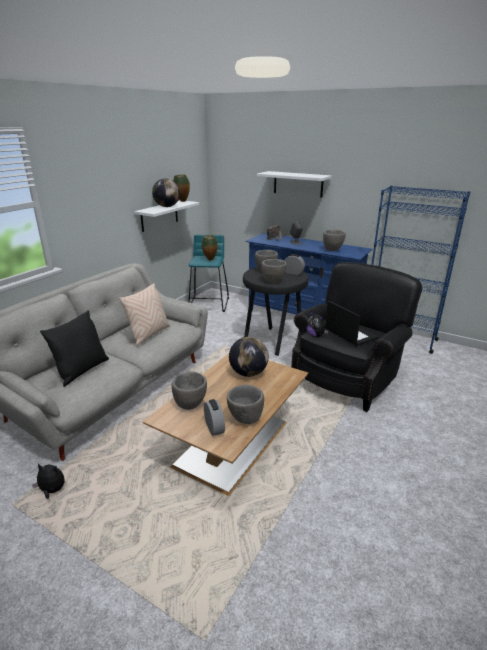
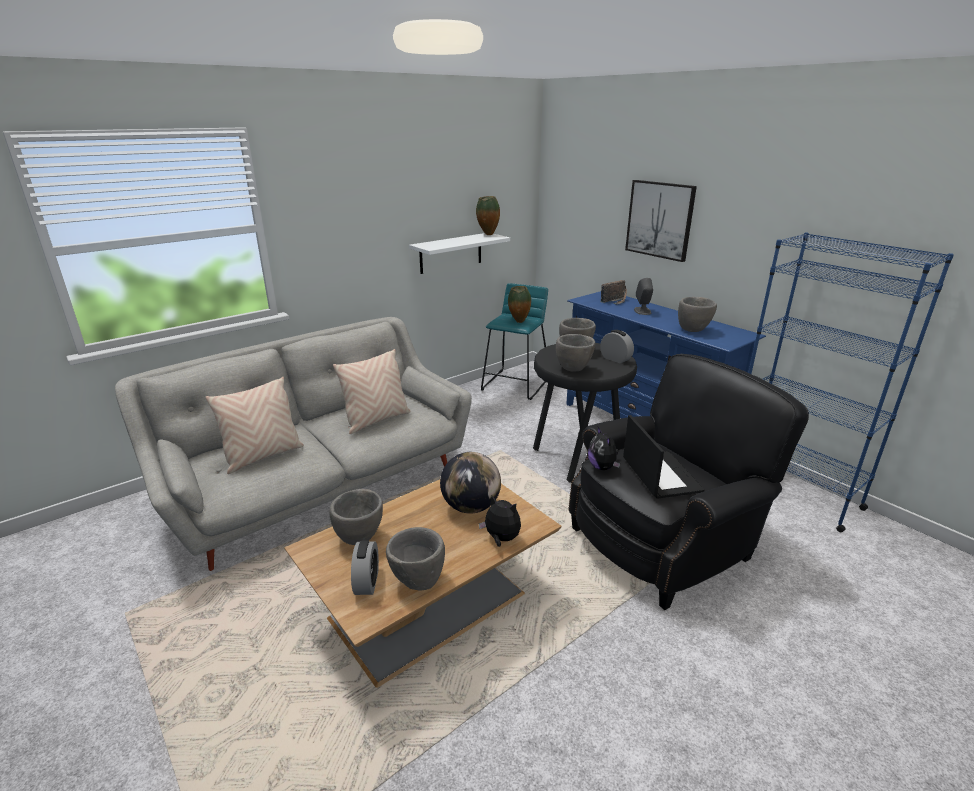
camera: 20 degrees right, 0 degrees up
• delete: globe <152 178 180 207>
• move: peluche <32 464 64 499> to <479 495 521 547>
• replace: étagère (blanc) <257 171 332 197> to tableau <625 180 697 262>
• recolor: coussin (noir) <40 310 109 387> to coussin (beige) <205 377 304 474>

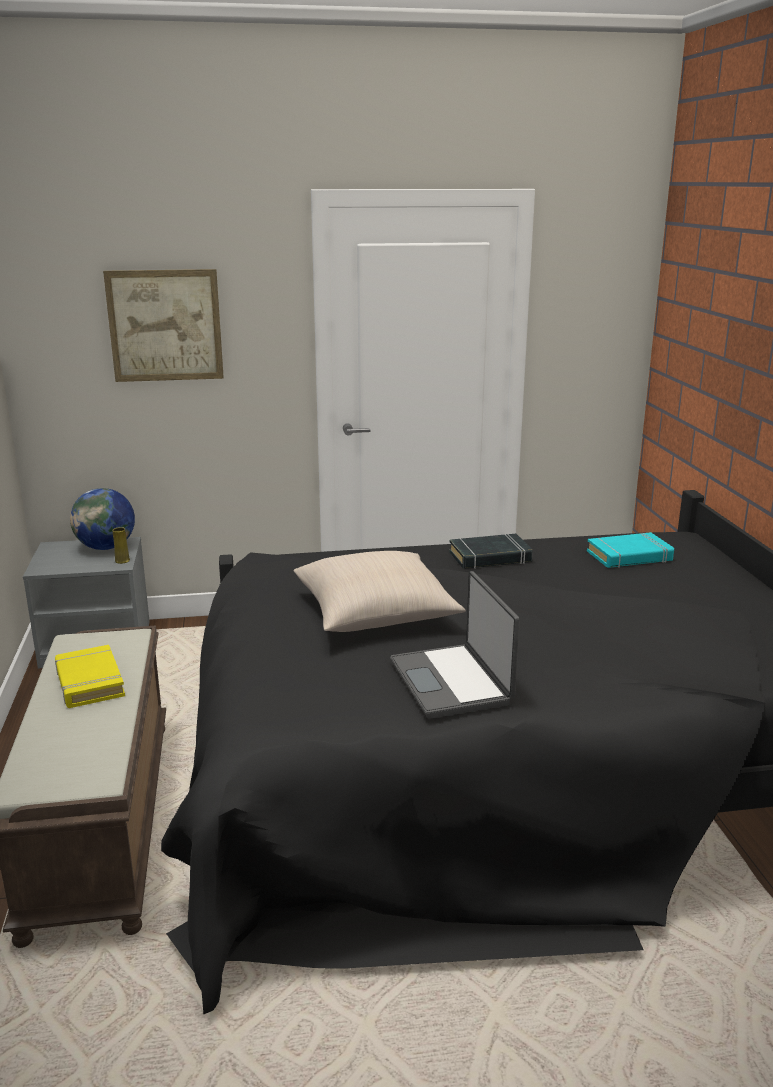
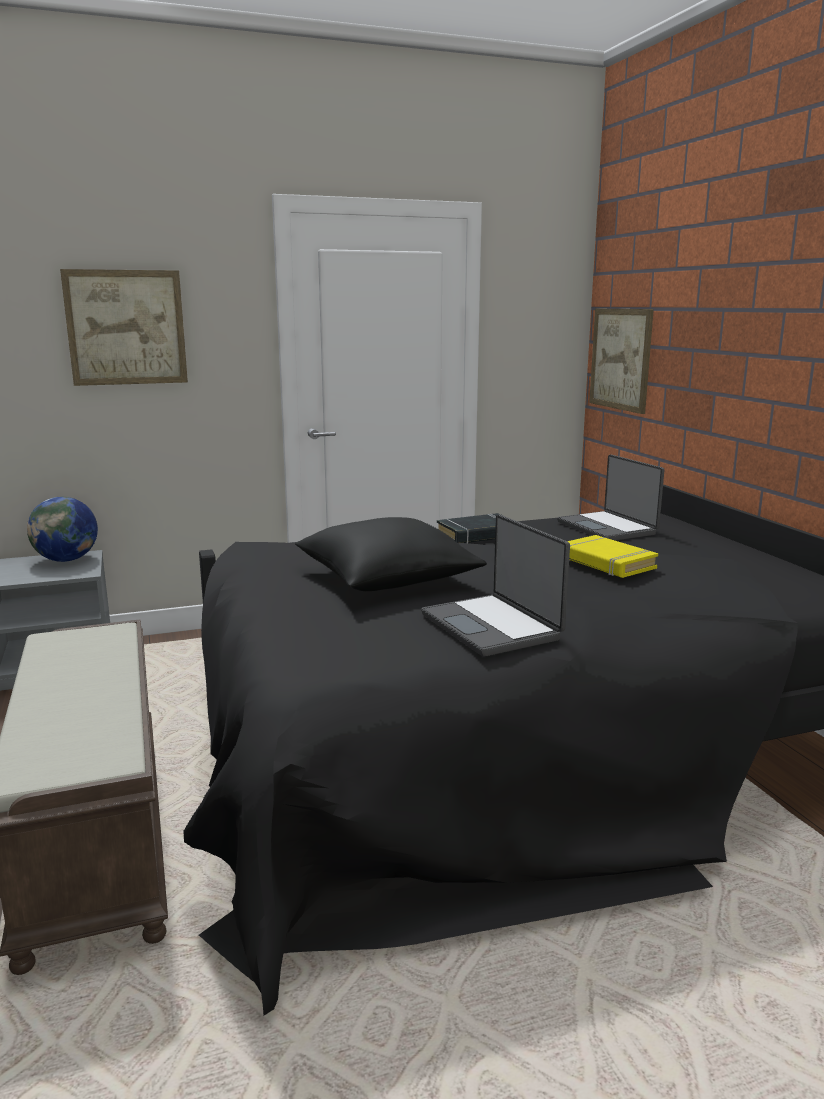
camera: 10 degrees left, 5 degrees down
• delete: vase (jaune) <112 527 130 564>
• insert: tableau <589 309 654 414>
• move: livre (jaune) <55 645 125 708> to <567 535 658 578>
• replace: livre (turquoise) <587 532 674 568> to ordinateur portable <557 454 664 541>
• recolor: coussin (beige) <294 551 466 632> to coussin (noir) <295 517 487 591>

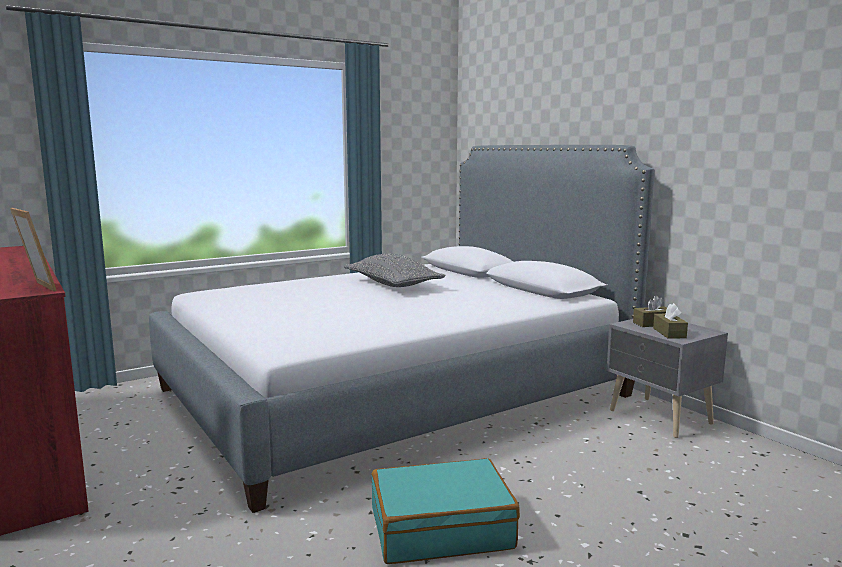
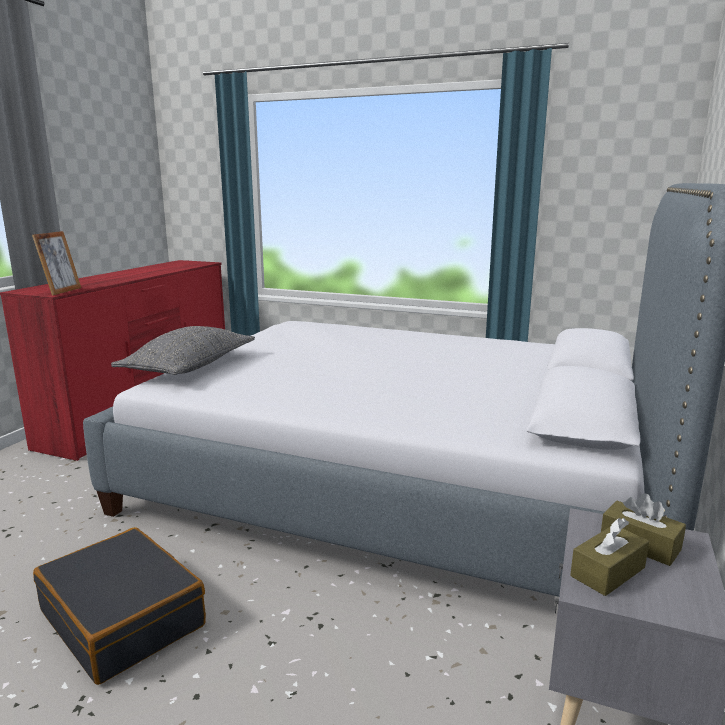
camera: 55 degrees right, 5 degrees up
• move: coussin (gris) <344 253 446 287> to <111 326 255 375>
• recolor: valise (turquoise) <372 458 520 564> to valise (noir) <33 527 206 685>

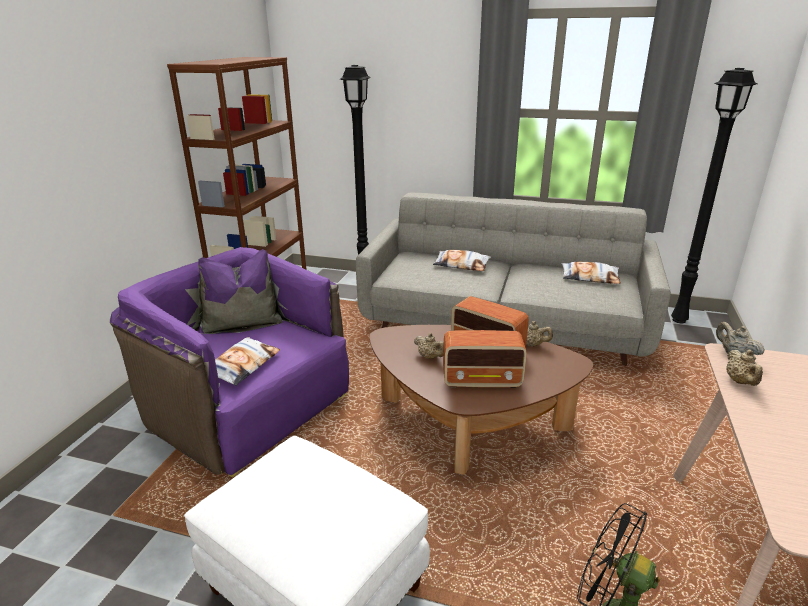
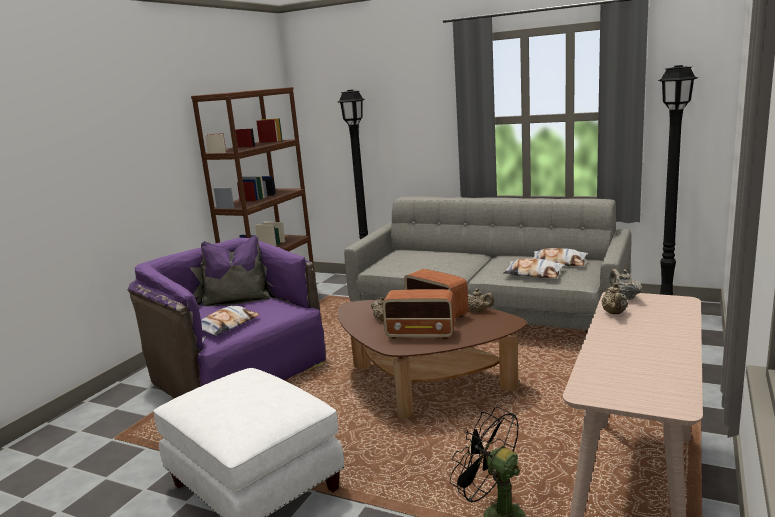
camera: 10 degrees right, 10 degrees down
• move: coussin <433 250 491 271> to <503 258 565 278>

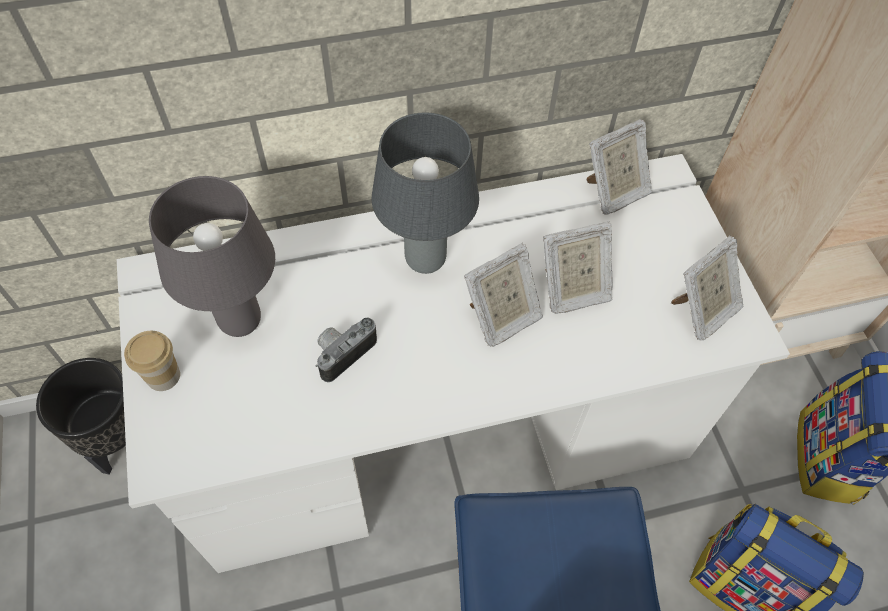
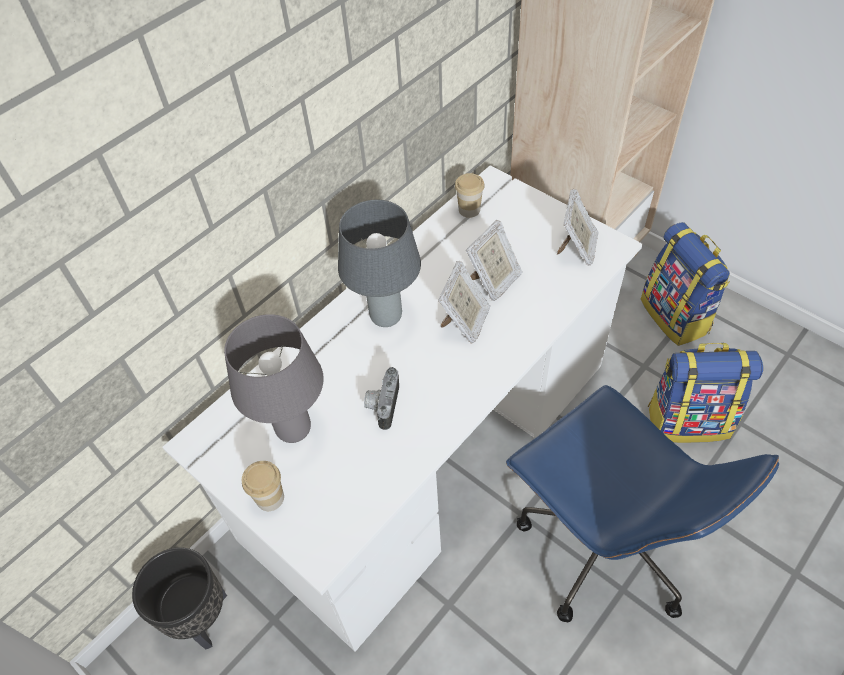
camera: 30 degrees left, 5 degrees down
• replace: cadre photo <587 119 652 215> to tasse <455 173 485 218>

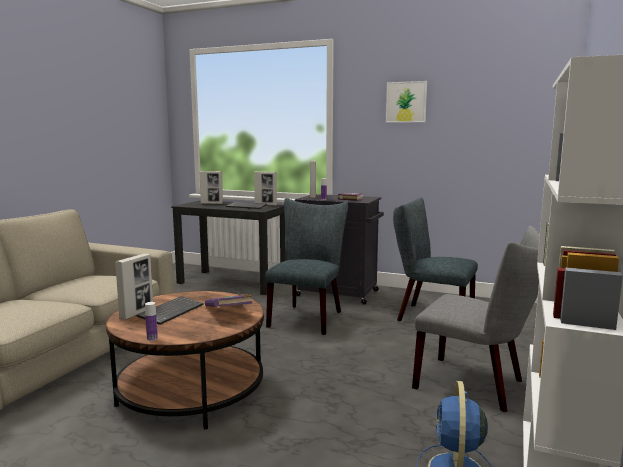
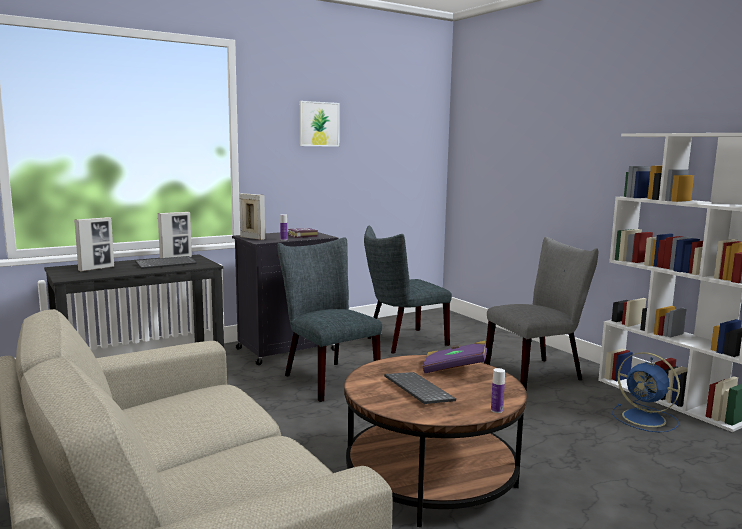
camera: 55 degrees left, 0 degrees up
• delete: cadre photo <115 253 153 320>

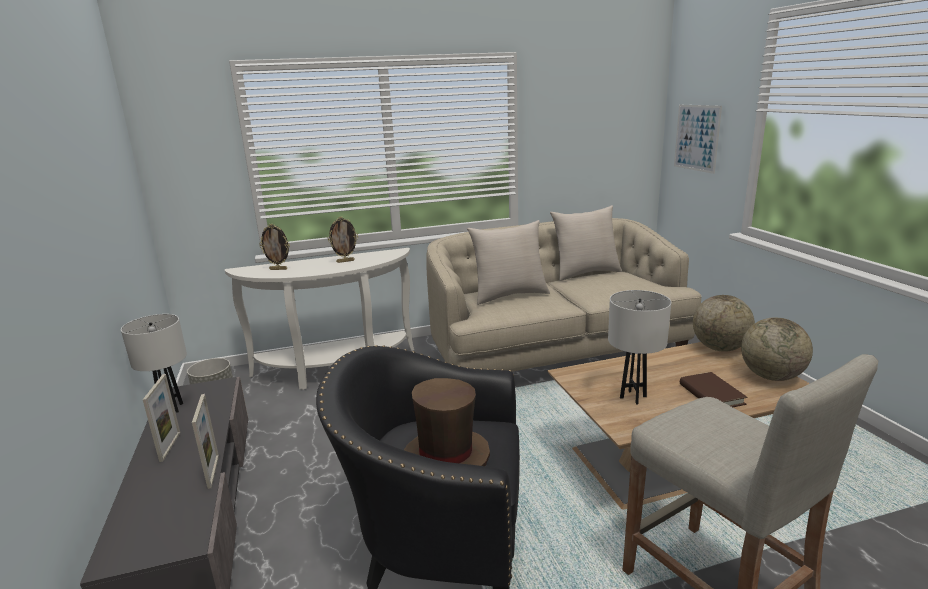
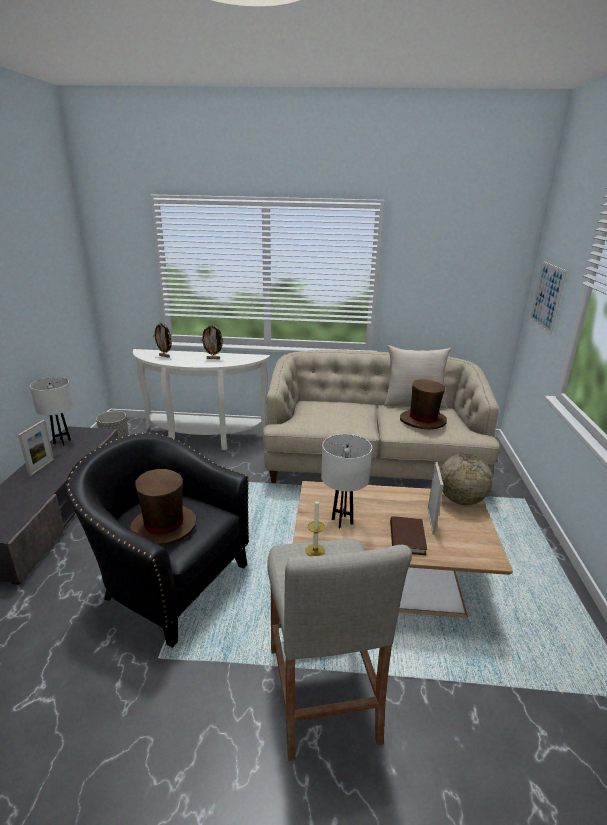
camera: 20 degrees right, 5 degrees up
• delete: coussin (beige) <467 220 550 305>
• delete: globe <741 317 813 381>
• insert: bougie <306 499 325 556>
• insert: chapeau (marron) <400 379 447 430>
• move: cadre photo <192 394 219 489> to <428 462 443 535>

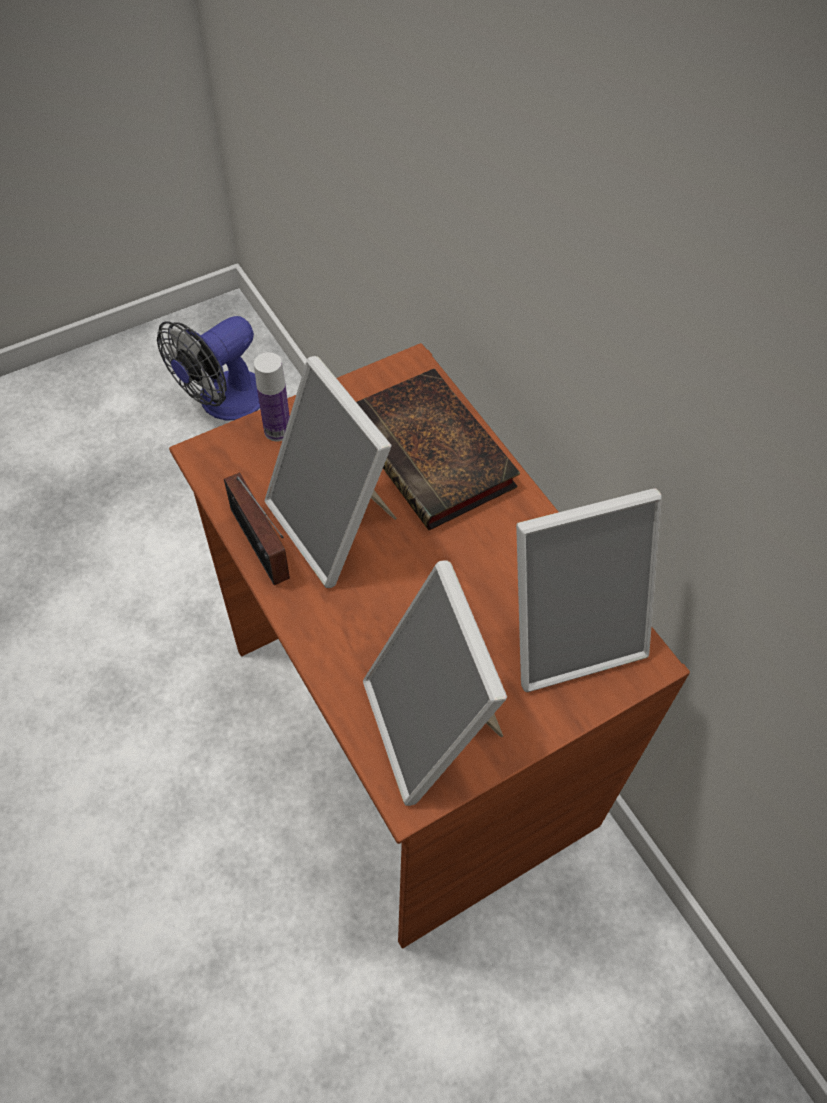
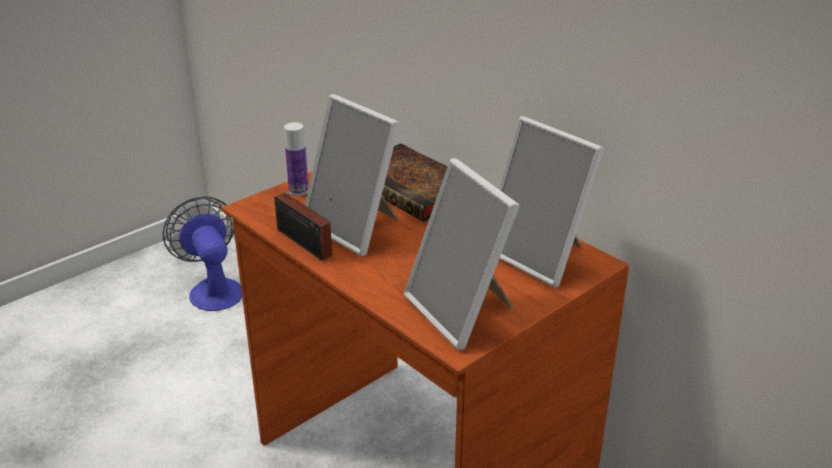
camera: 10 degrees left, 25 degrees down
• rotate: ventilateur <157 316 260 421> = <162 196 242 311> 120 degrees clockwise
• rotate: cadre photo <516 488 662 692> = <499 116 604 287> 75 degrees clockwise

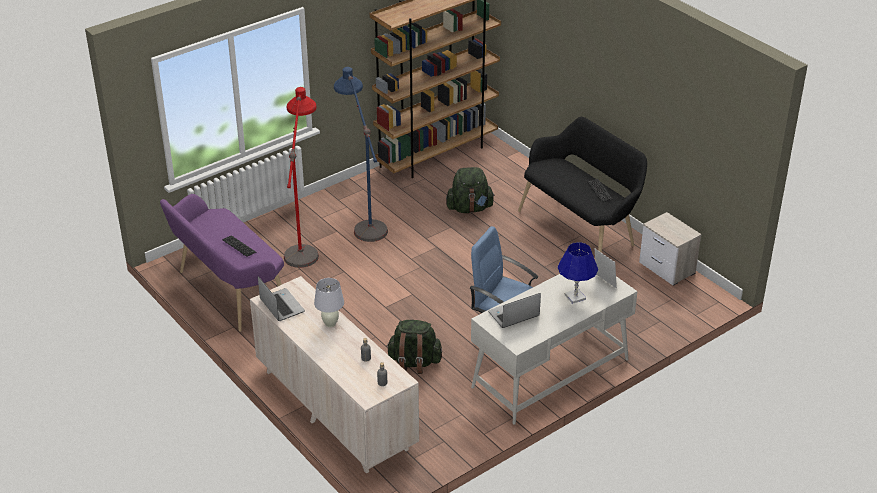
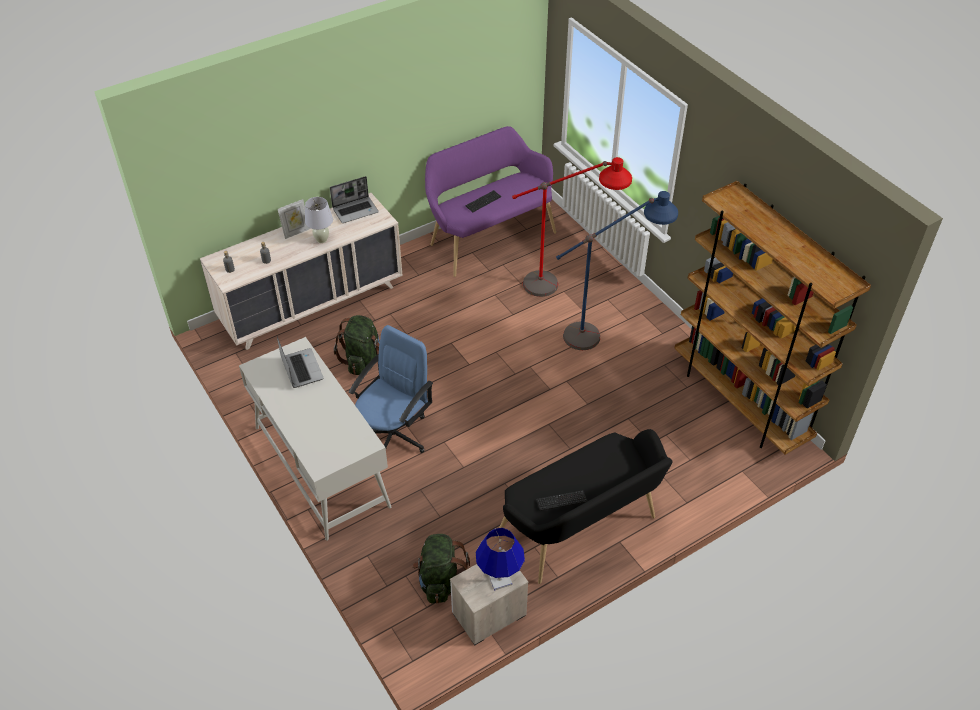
camera: 95 degrees right, 10 degrees up
• move: sac à dos (vert) <446 167 495 213> to <412 534 470 604>
• move: lampe de table (bleu) <557 242 598 304> to <476 528 525 591>
• move: cadre photo <594 248 617 288> to <278 199 310 239>

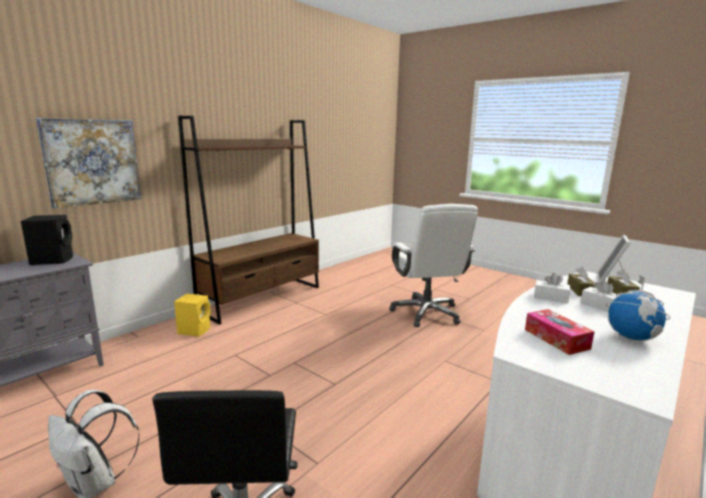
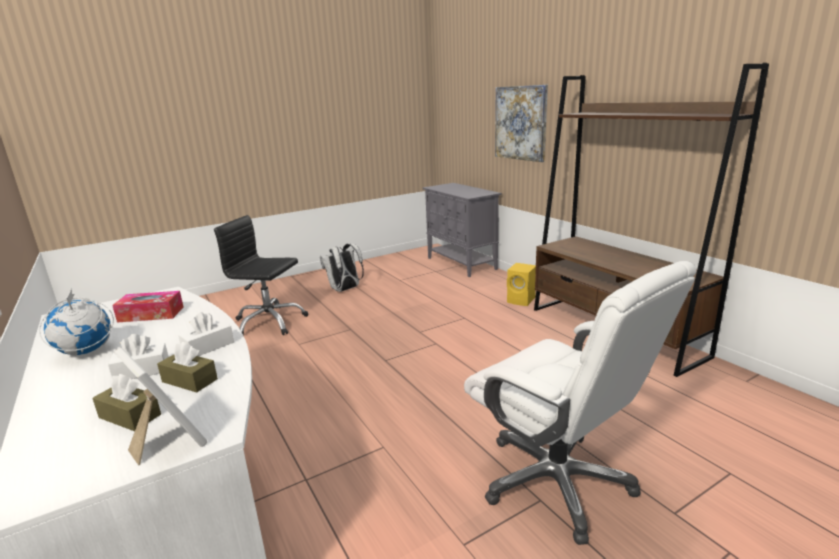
camera: 110 degrees right, 5 degrees up
• delete: enceinte (noir) <21 215 73 265>
• rotate: chaise de bureau (blanc) <389 204 478 327> = <464 261 697 545> 135 degrees counterclockwise

